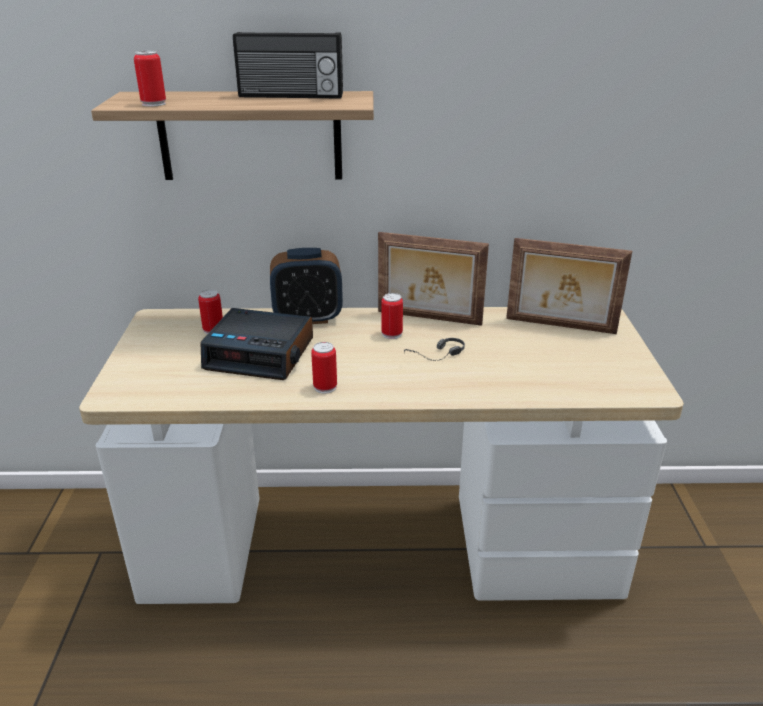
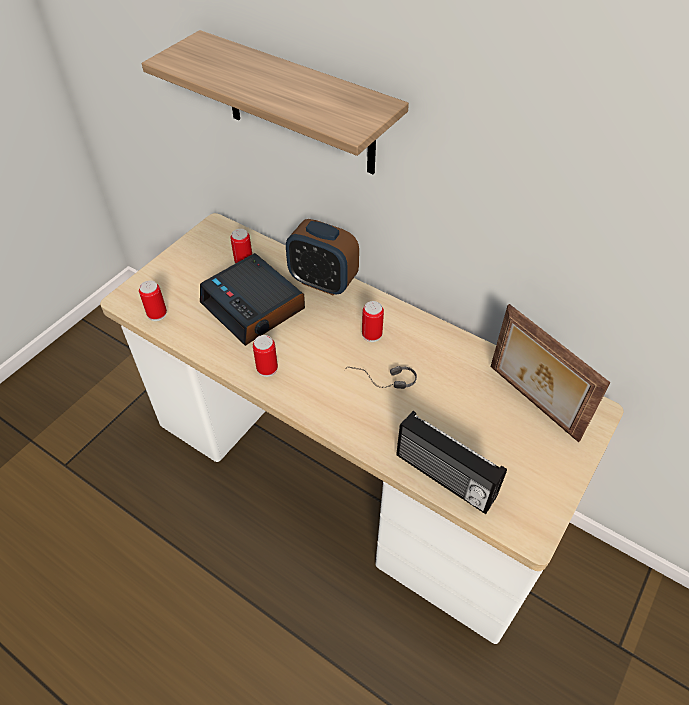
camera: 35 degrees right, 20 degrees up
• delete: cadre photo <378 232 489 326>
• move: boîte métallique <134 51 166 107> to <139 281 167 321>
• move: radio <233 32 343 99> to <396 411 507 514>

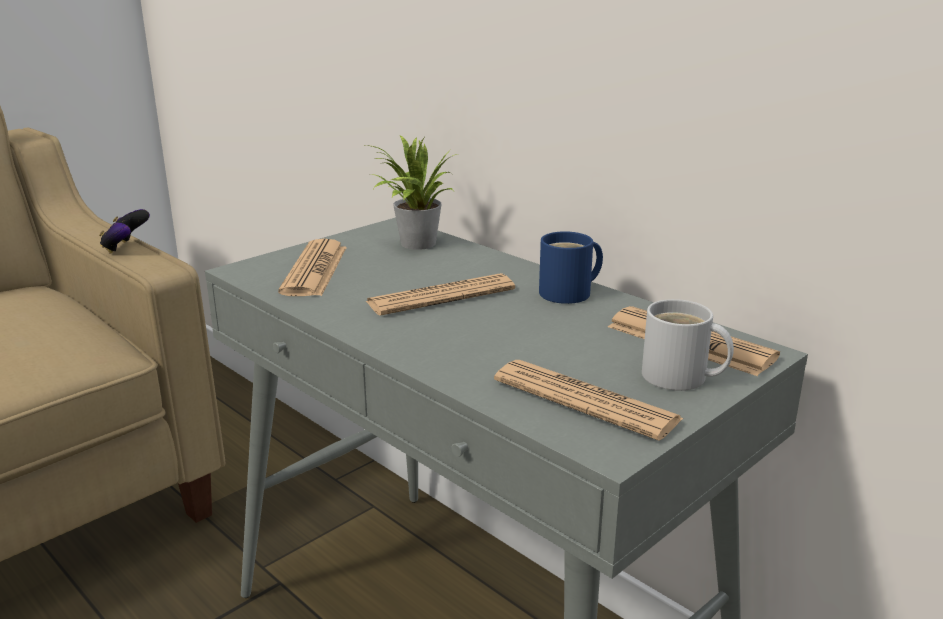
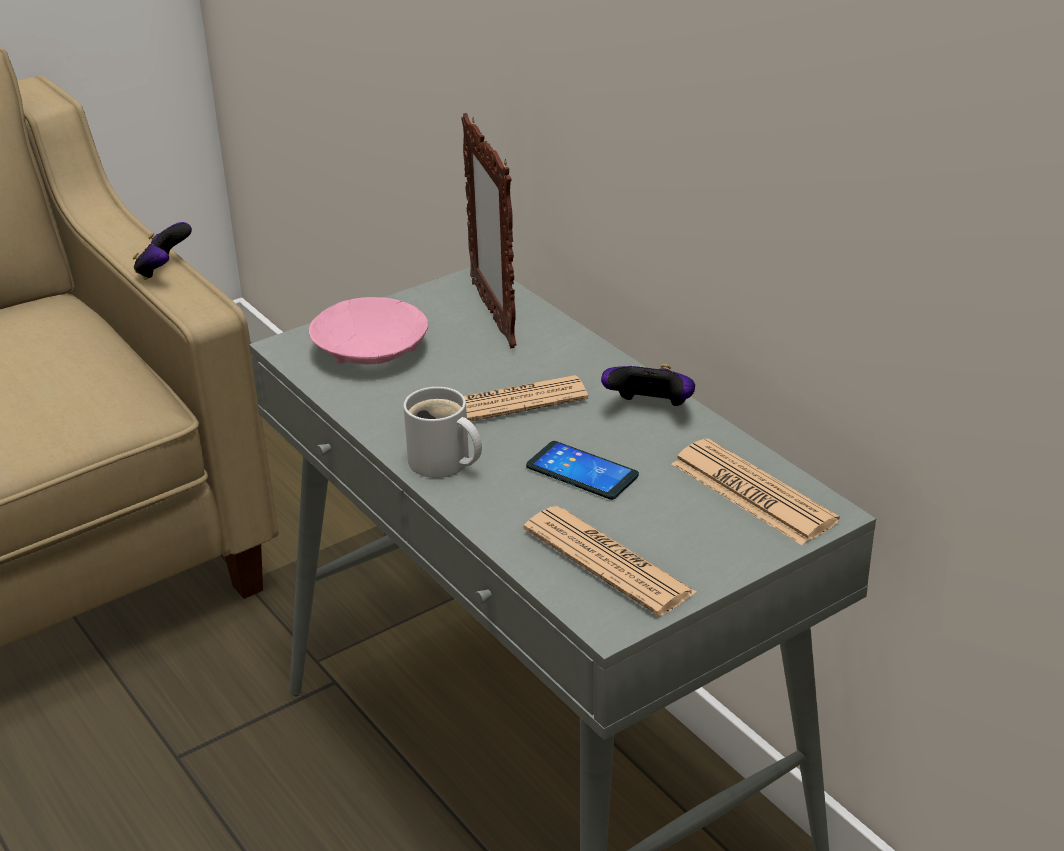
camera: 10 degrees right, 10 degrees up
• insert: téléphone <526 441 639 500>
• move: mug (blanc) <642 299 734 391> to <403 387 482 478>
• replace: journal <278 239 347 296> to bol (rose) <309 297 428 364>
• replace: plante en pot <366 136 457 250> to cadre photo <461 113 516 349>
• replace: mug (bleu) <539 231 603 304> to manette <601 364 695 406>

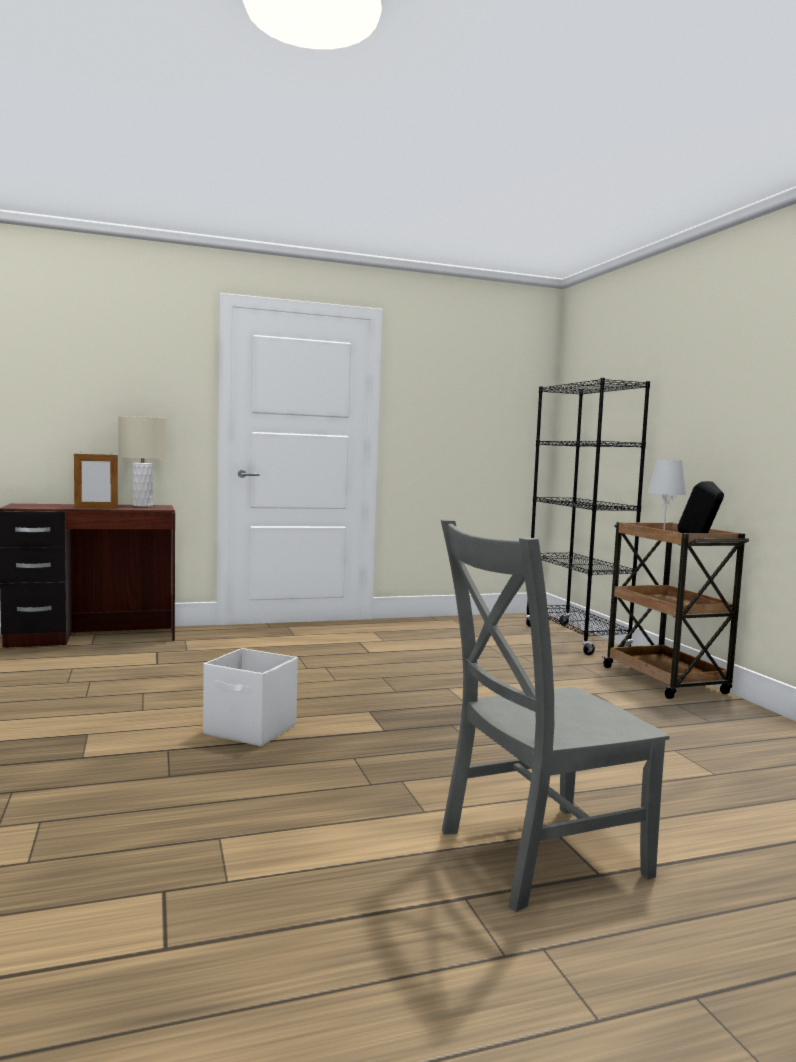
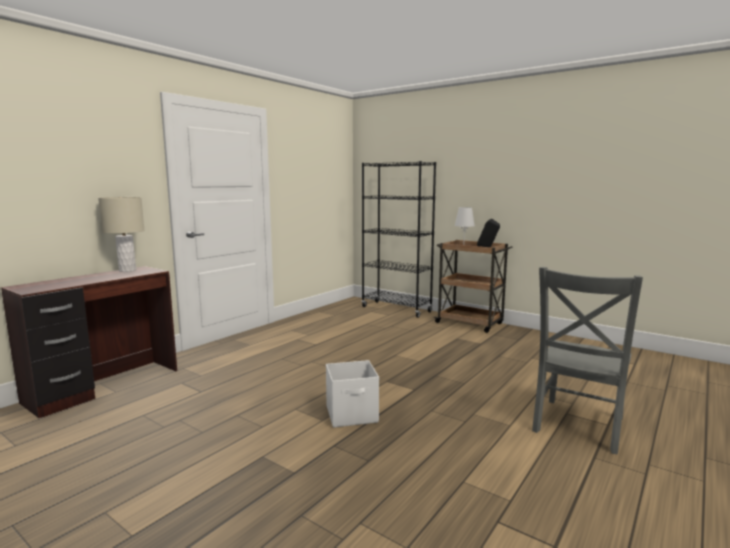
camera: 35 degrees left, 5 degrees up
• delete: cadre photo <74 452 118 509>

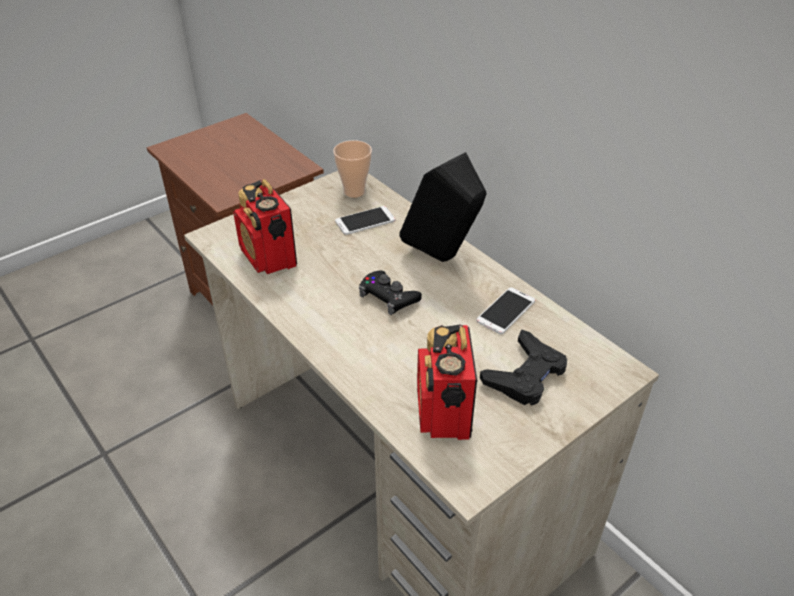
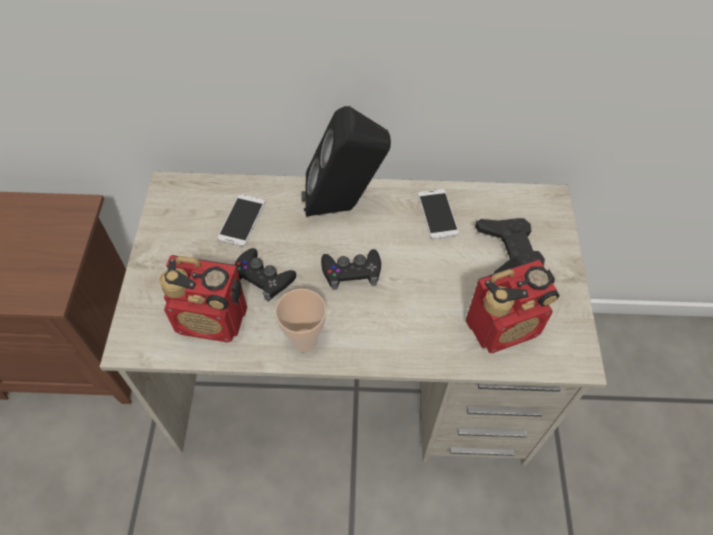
camera: 50 degrees left, 15 degrees up
• insert: manette (noir) <235 248 296 301>
• move: tasse <333 140 372 198> to <275 289 326 352>
• rotate: radio <417 325 478 440> = <466 259 559 353> 60 degrees counterclockwise

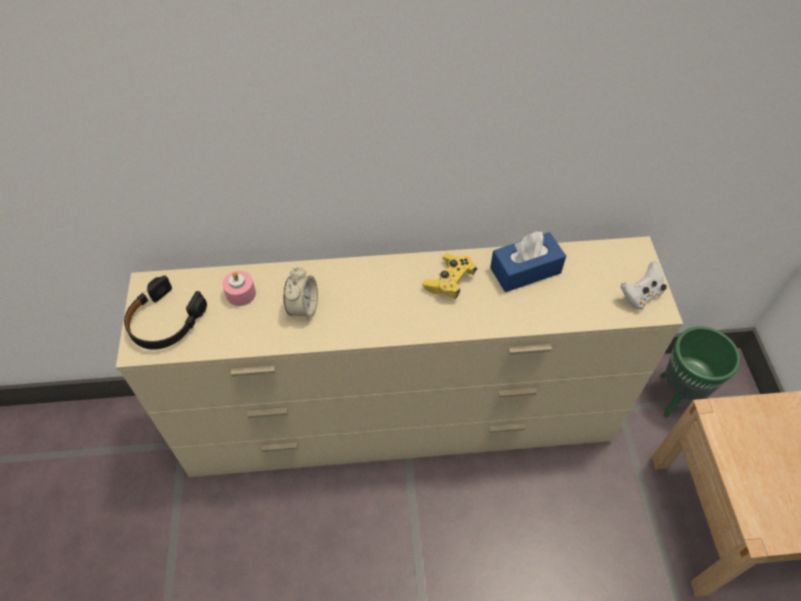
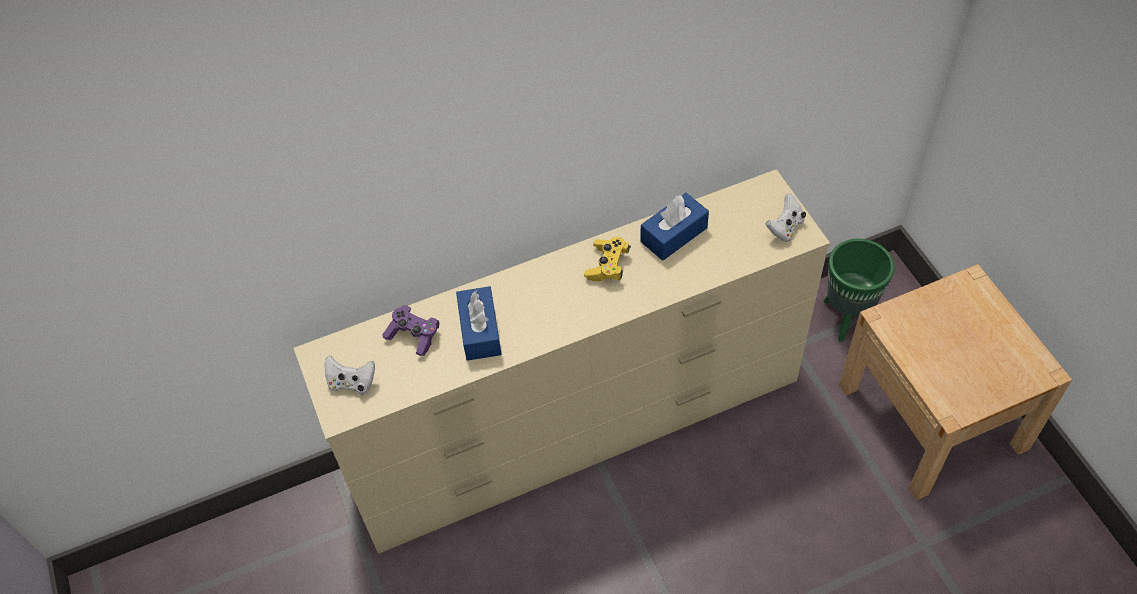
camera: 15 degrees left, 0 degrees up
• replace: casque audio (noir) <124 275 207 350> to manette (blanc) <324 356 375 395>
• replace: bougie (rose) <222 271 256 306> to manette (violet) <382 305 440 356>
• replace: réveil <284 267 318 321> to boîte à mouchoirs (bleu) <456 286 502 361>

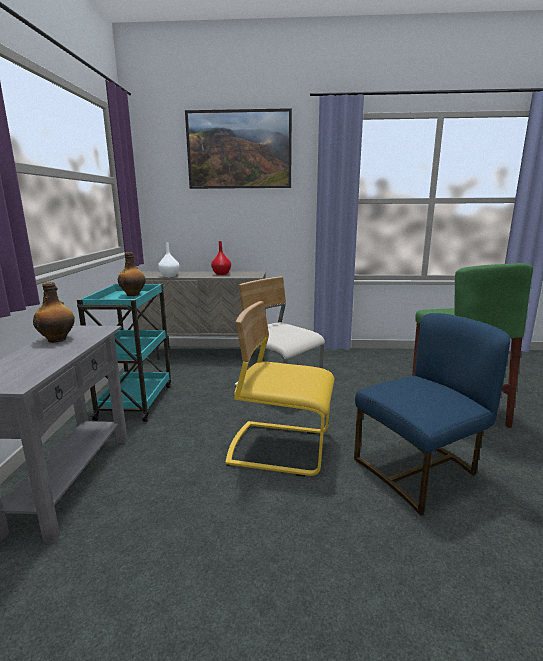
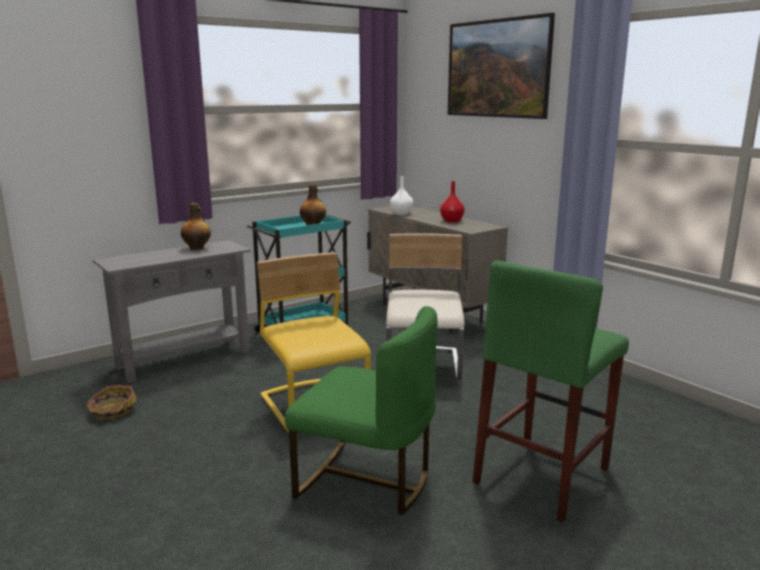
camera: 50 degrees right, 0 degrees up
• insert: panier <86 385 137 420>
• recolor: chaise (bleu) <354 313 510 516> to chaise (vert) <285 306 437 515>

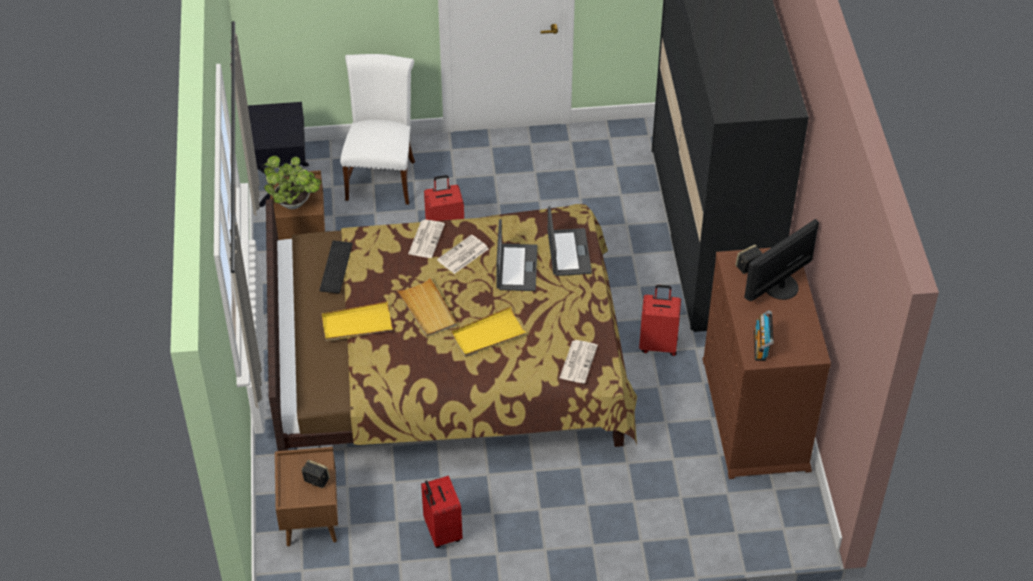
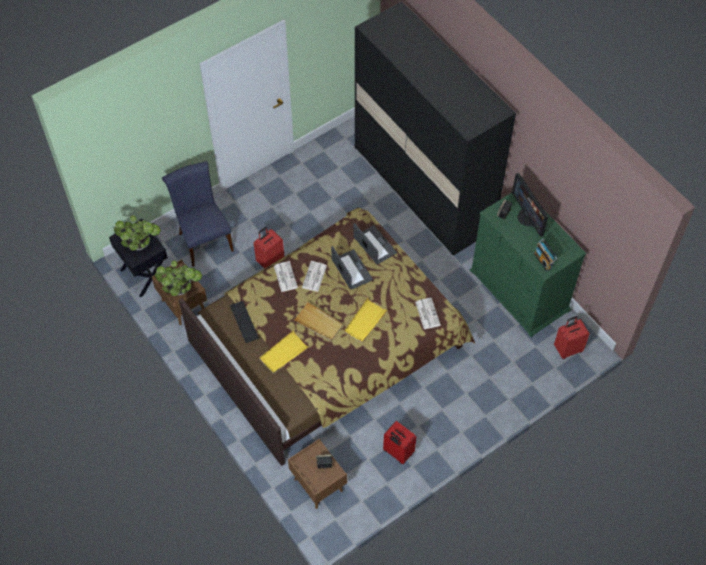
camera: 30 degrees left, 10 degrees up
• insert: plante en pot <114 215 161 251>
• move: valise (rouge) <639 285 681 356> to <554 316 590 359>
• recolor: chaise (blanc) <340 54 415 205> to chaise (bleu) <162 161 234 267>
• recolor: commode (marron) <703 248 831 479> to commode (vert) <470 193 586 337>
• rotate: écran d'ordinateur <744 219 819 301> = <512 173 548 237> 45 degrees counterclockwise

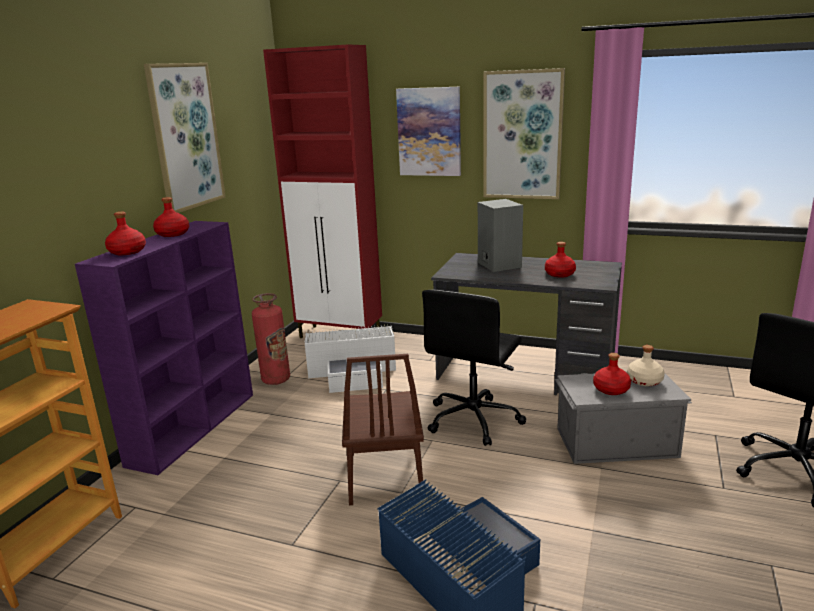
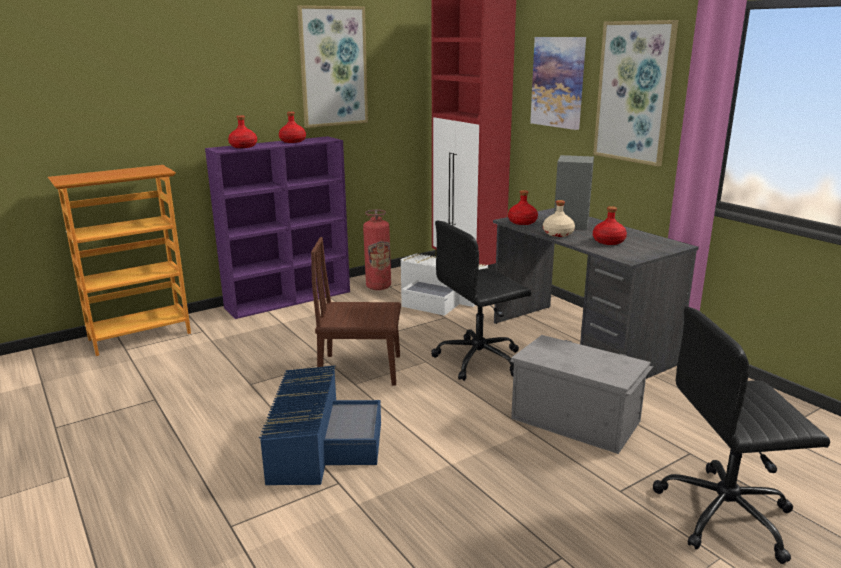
camera: 35 degrees right, 0 degrees up
• move: bouteille (rouge) <593 353 631 395> to <508 190 538 225>
• move: bouteille (beige) <627 345 665 386> to <543 200 575 237>
• rotate: chaise (marron) <342 354 424 505> = <311 237 401 386> 60 degrees clockwise

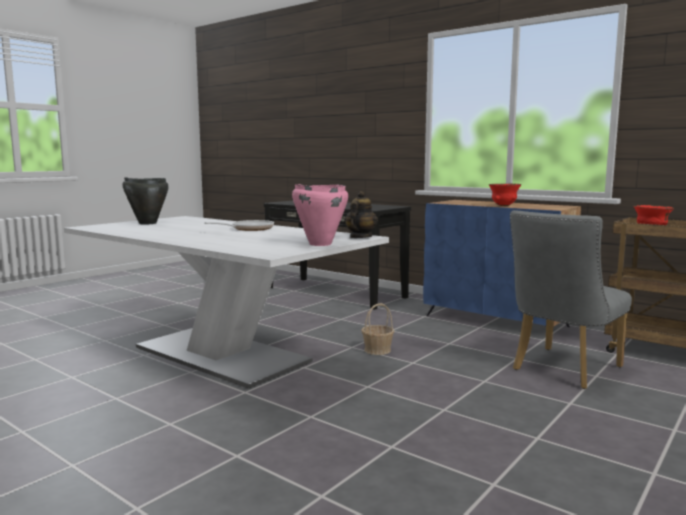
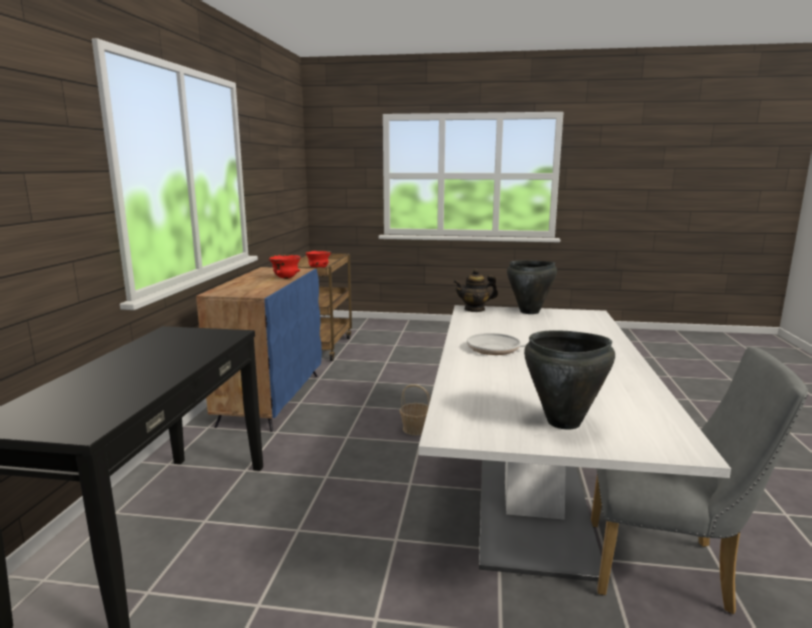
camera: 120 degrees left, 5 degrees up
• move: chaise (gris) <510 210 632 389> to <591 347 808 614>
• recolor: marmite (rose) <292 184 348 246> to marmite (noir) <507 260 557 314>

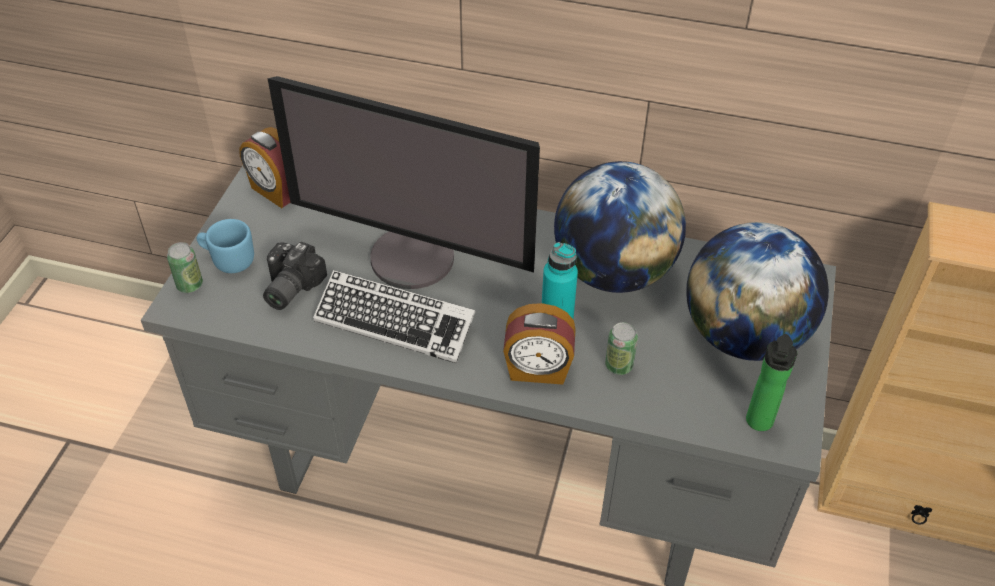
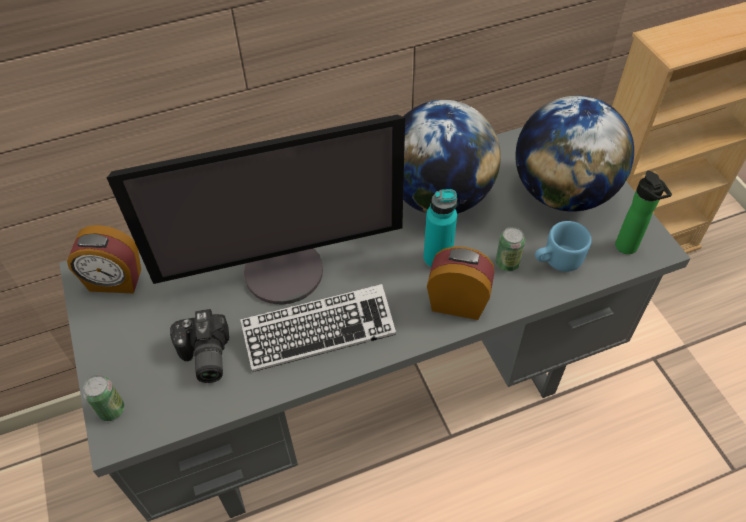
camera: 35 degrees left, 5 degrees up
• move: mug (bleu) <197 219 254 273> to <535 221 592 272>
• rotate: réveil <503 303 576 385> = <427 246 494 320> 135 degrees counterclockwise

